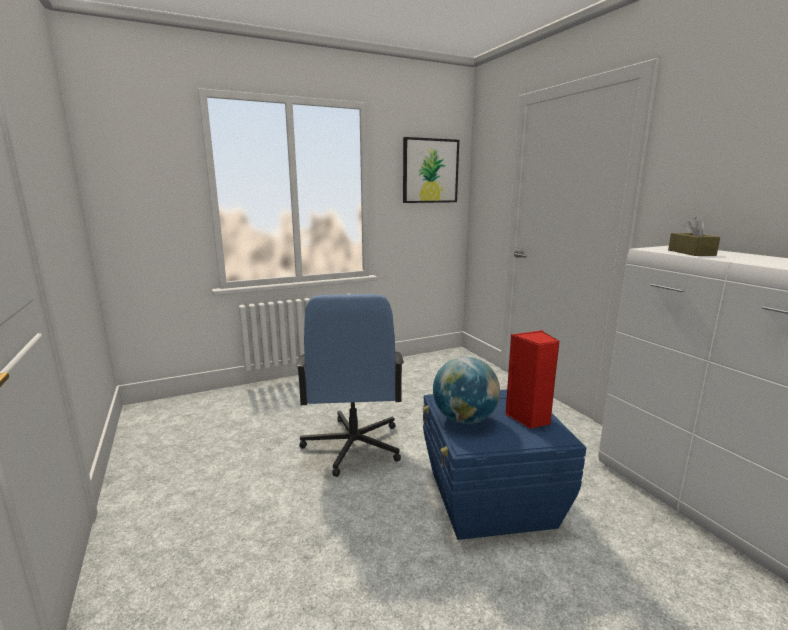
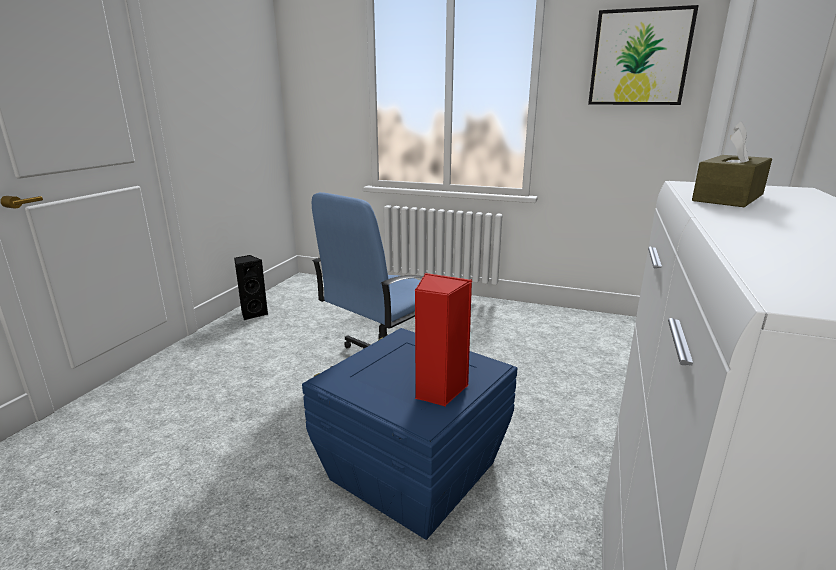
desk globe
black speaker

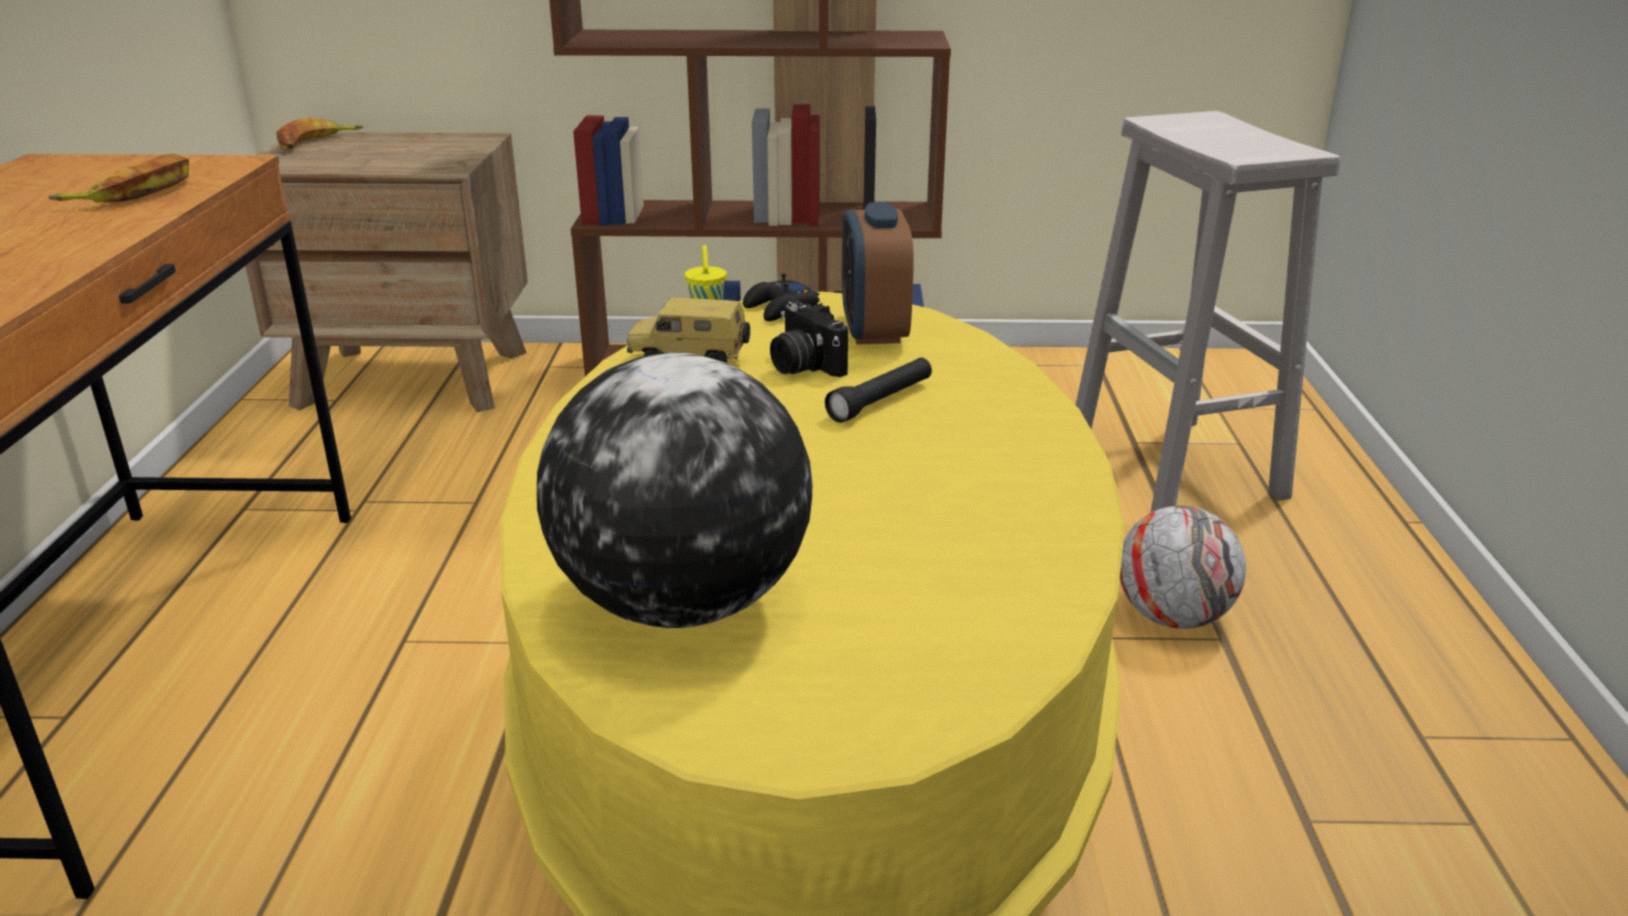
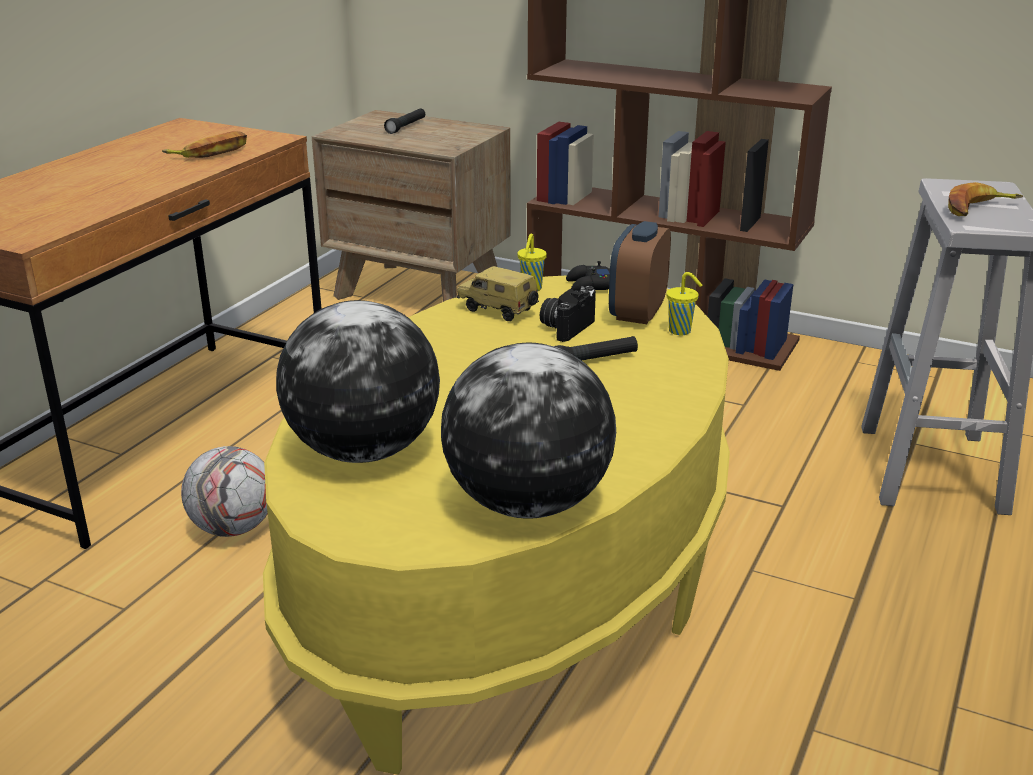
black hand torch (no. 1 from left)
desk globe (no. 2 from left)
yellow-coloured drinking cup (no. 2 from left)
banana fruit (no. 2 from left)
football
photo camera

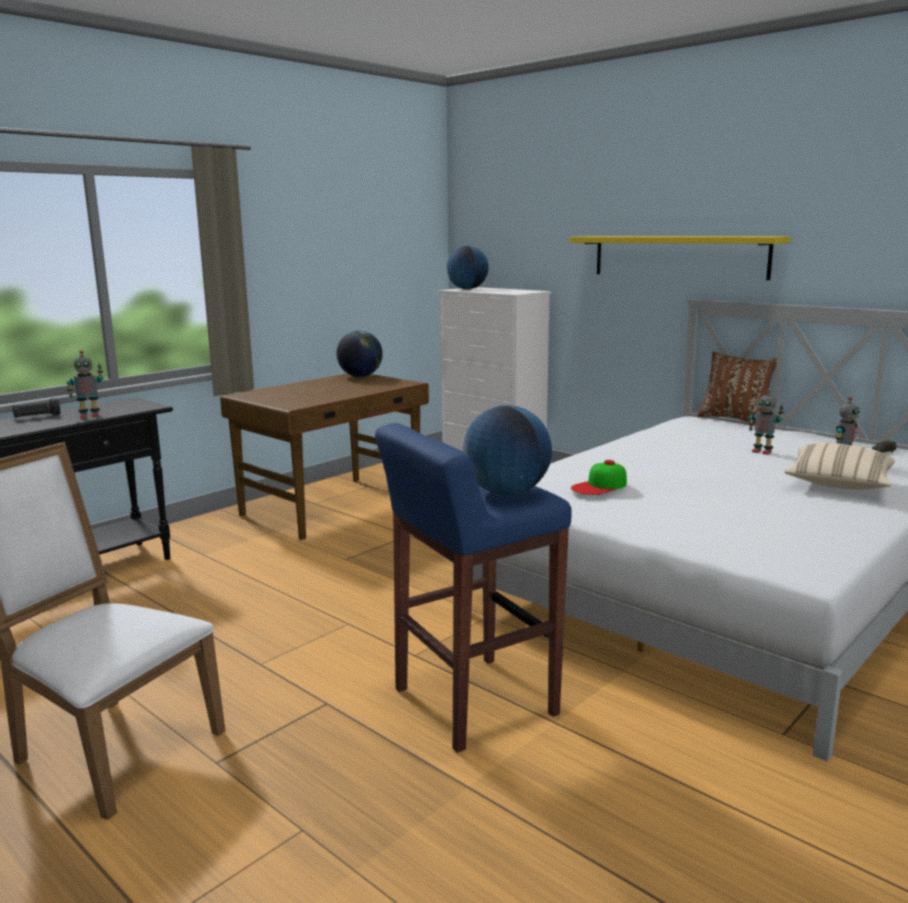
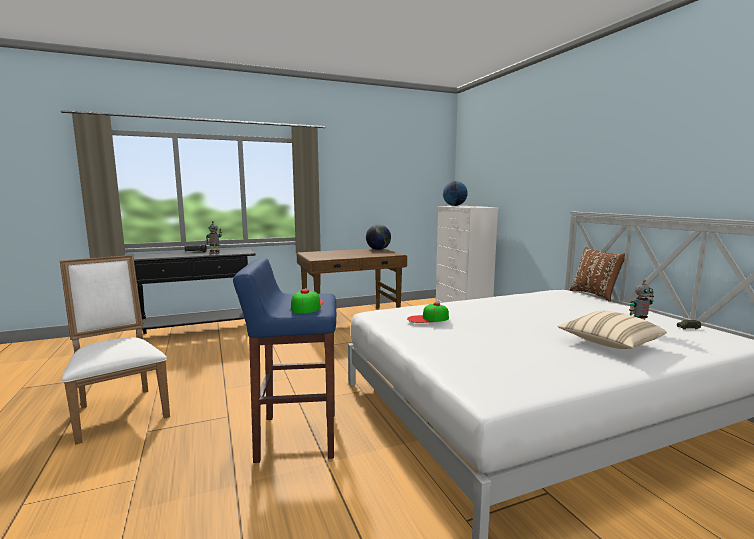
yellow-coloured wall shelf
robot figure (no. 2 from left in the first image)
cap (no. 1 from left)

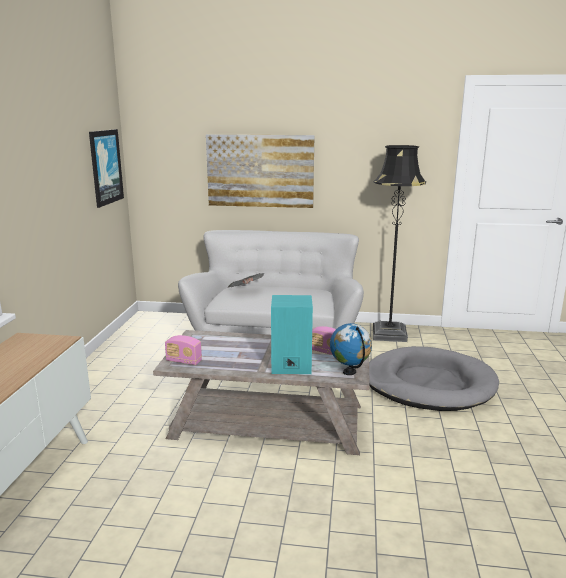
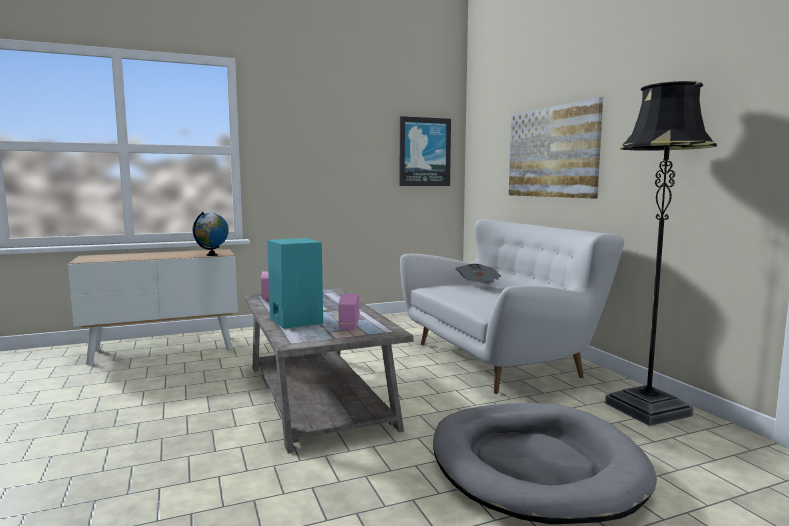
desk globe

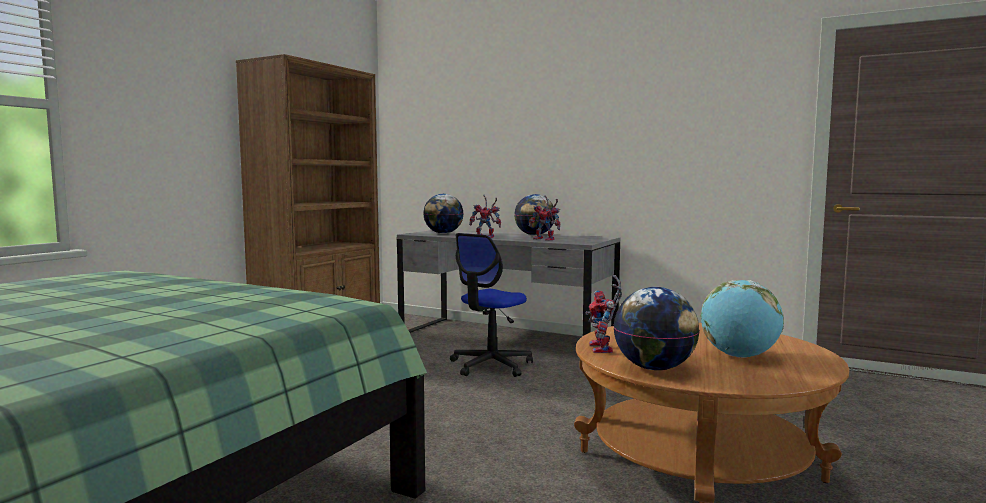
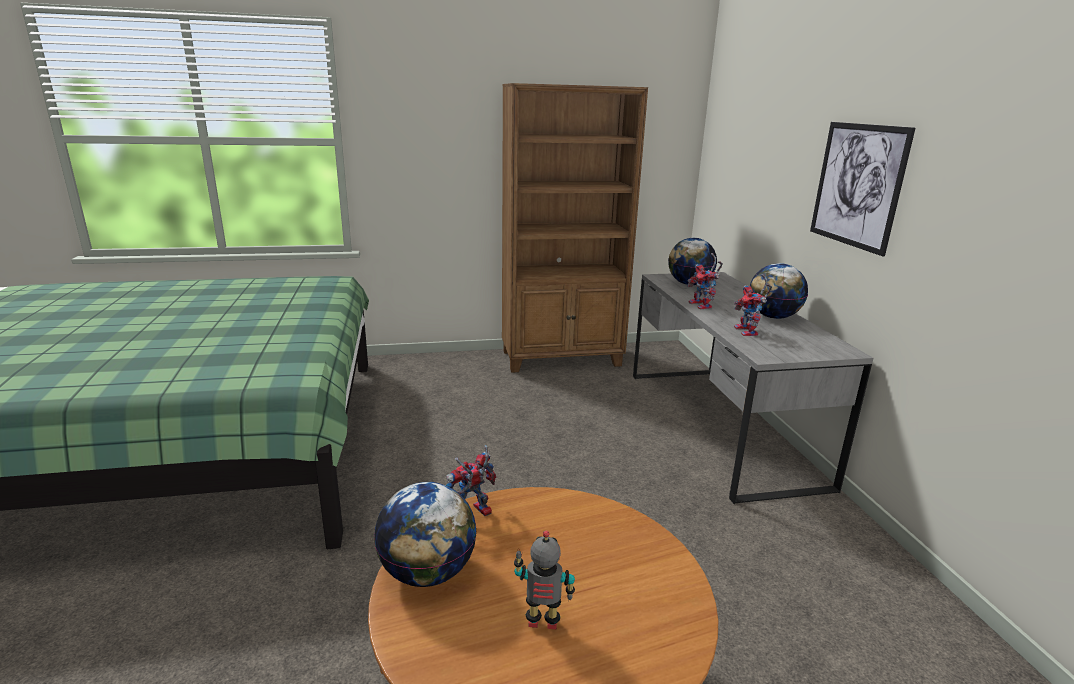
computer chair
wall picture
robot figure (no. 2 from left)

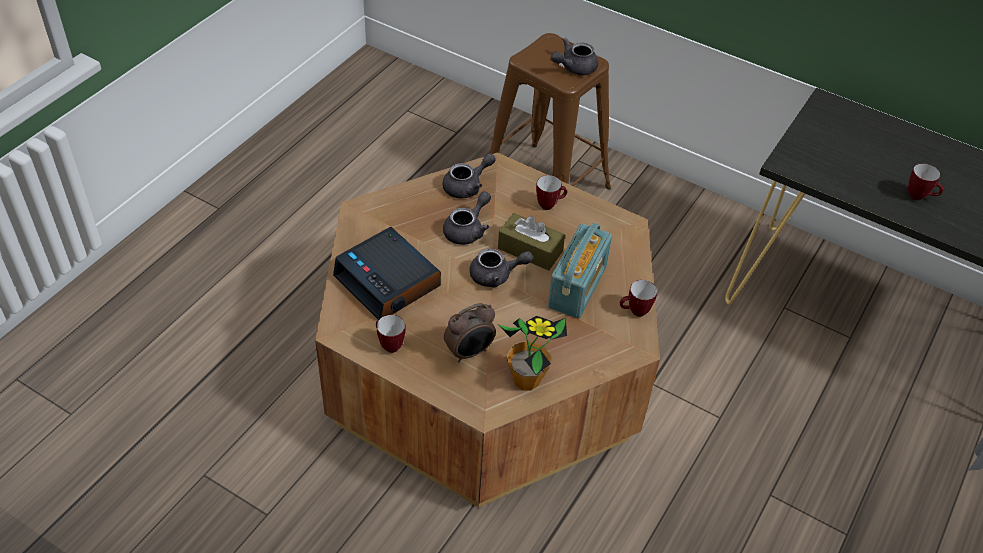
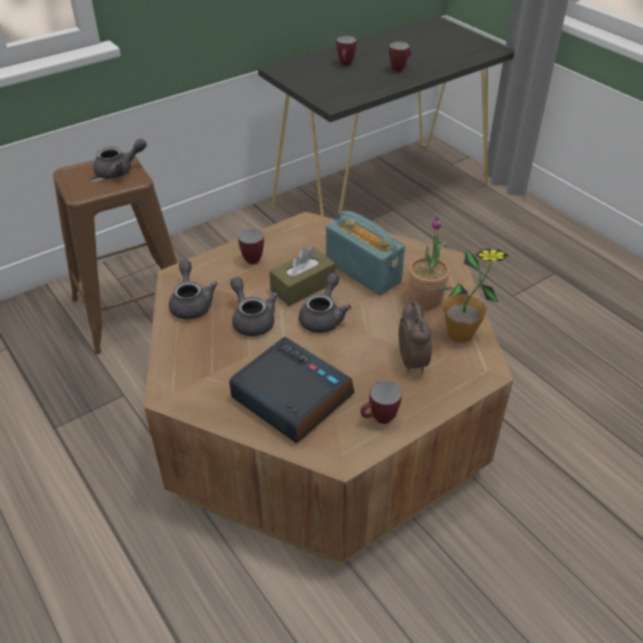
plant in a pot (no. 1 from left)
mug (no. 2 from left)
table clock (no. 1 from left)
grey teapot (no. 1 from left)

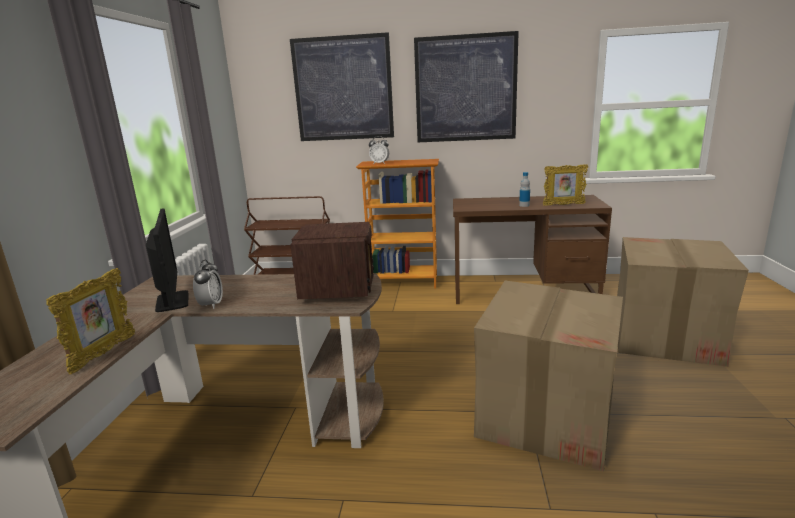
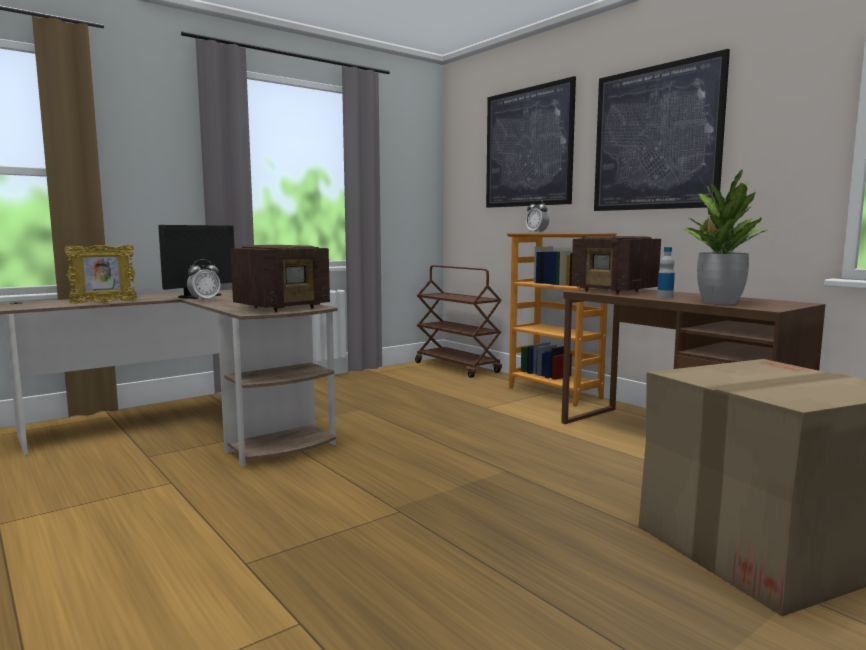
carton (no. 1 from left in the first image)
radio (no. 2 from left)
plant in a pot

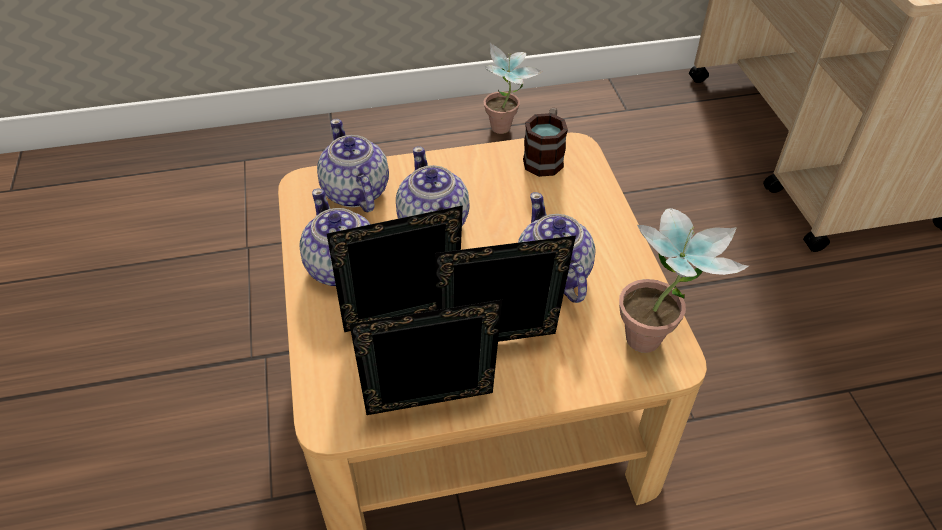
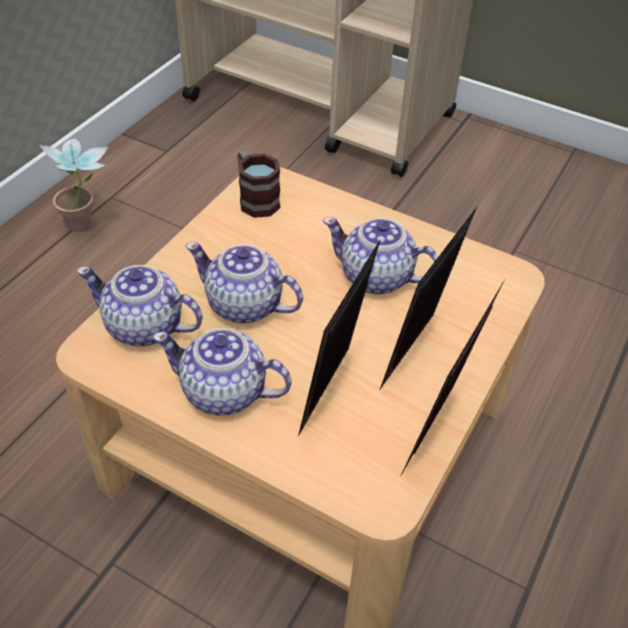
plant in a pot (no. 2 from left in the first image)

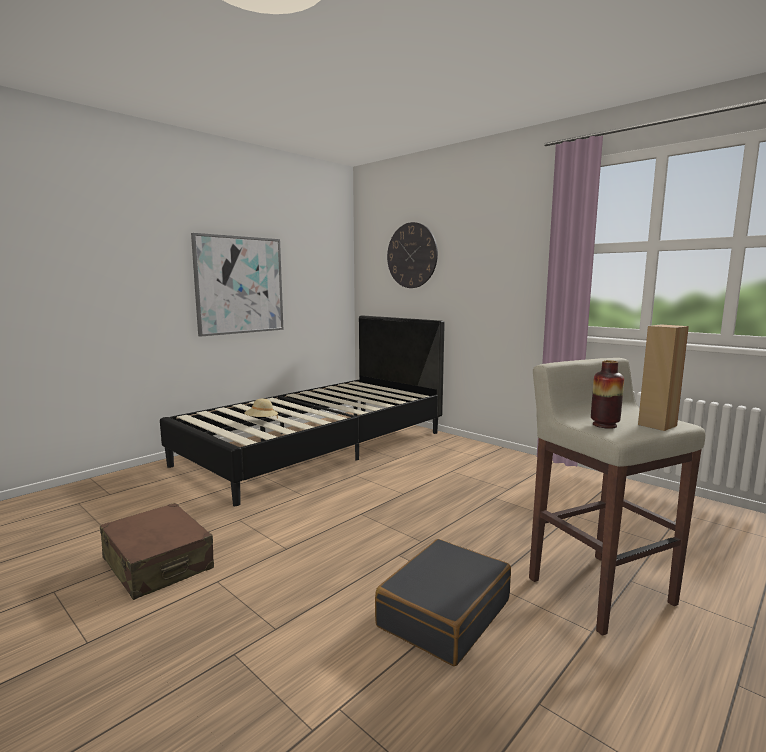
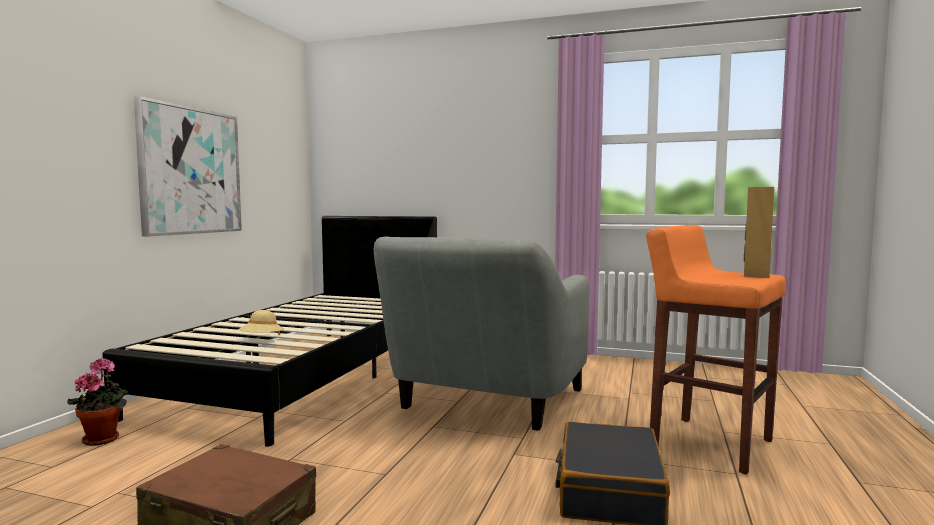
wall clock
decorative vase
plant in a pot
grey armchair
orange-coloured sitting stool

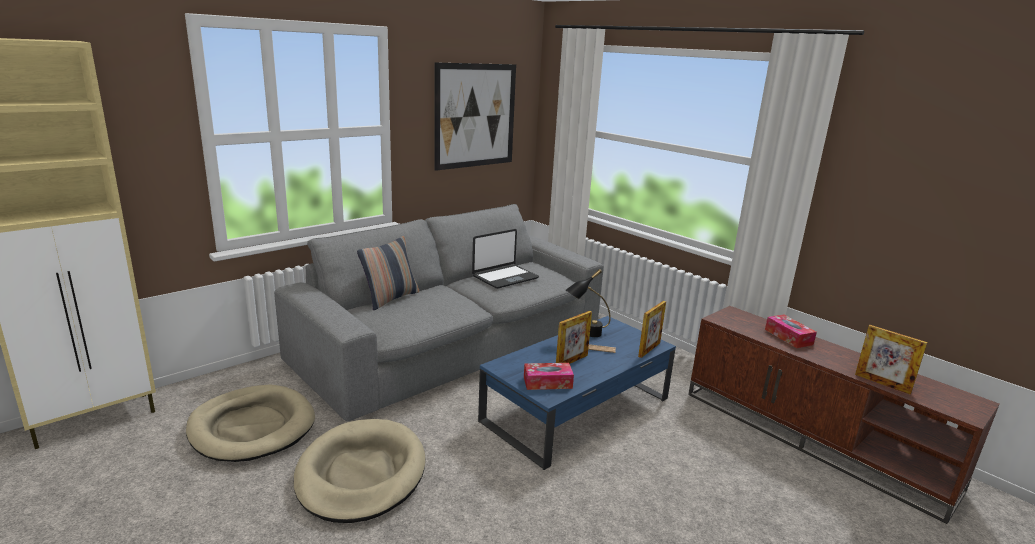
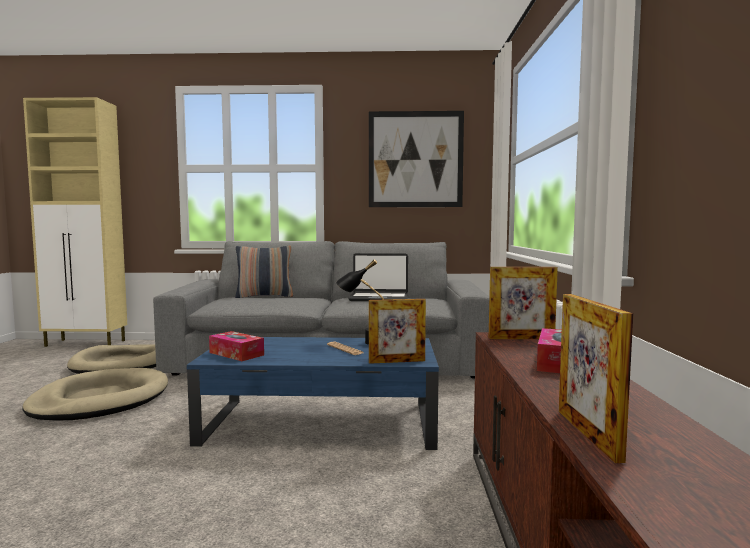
photo frame (no. 2 from left)

